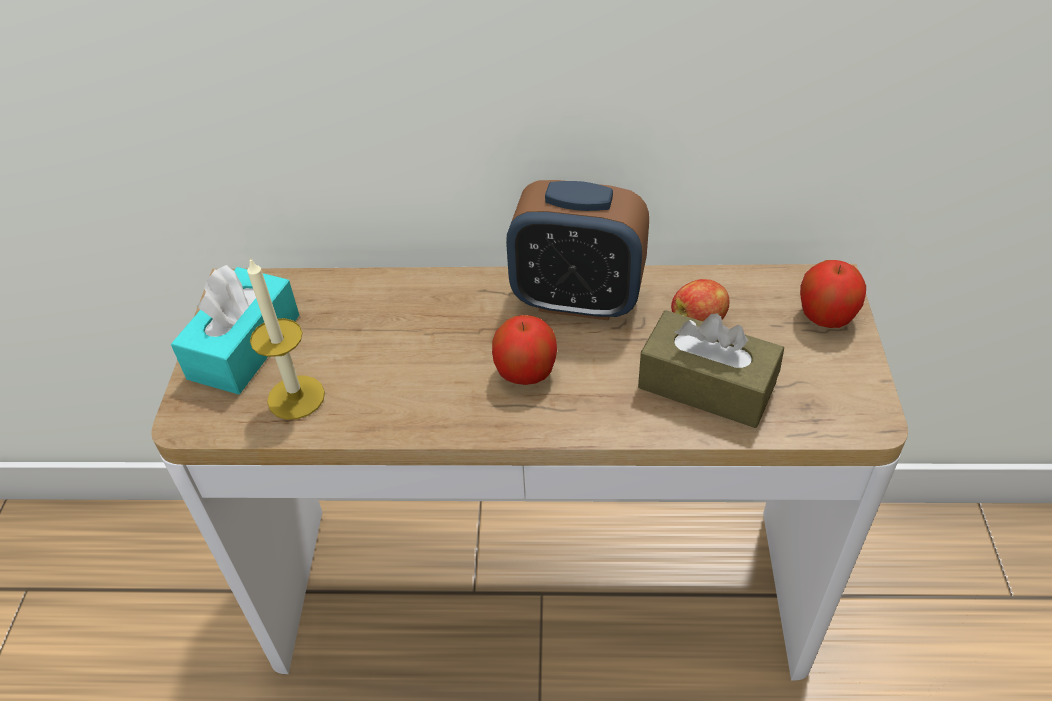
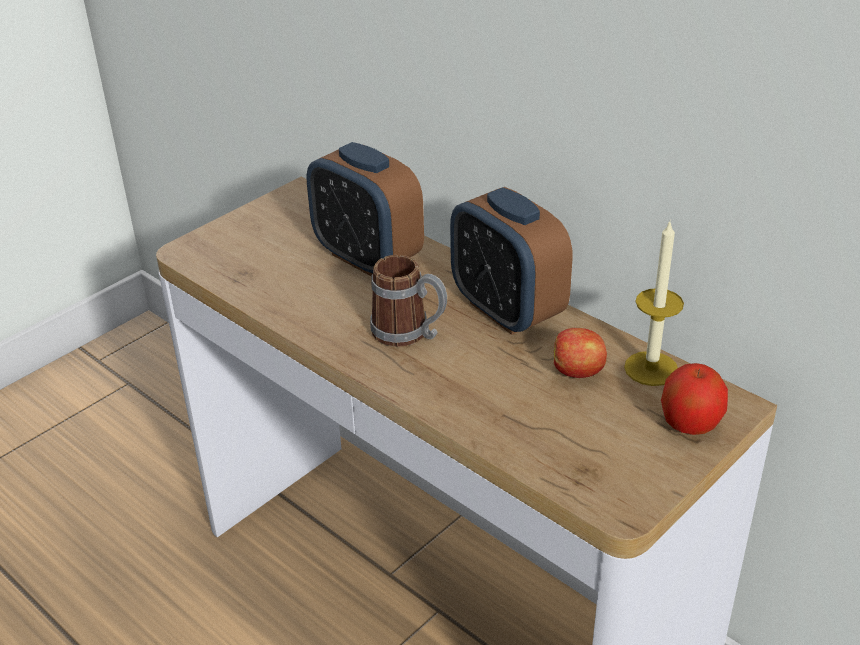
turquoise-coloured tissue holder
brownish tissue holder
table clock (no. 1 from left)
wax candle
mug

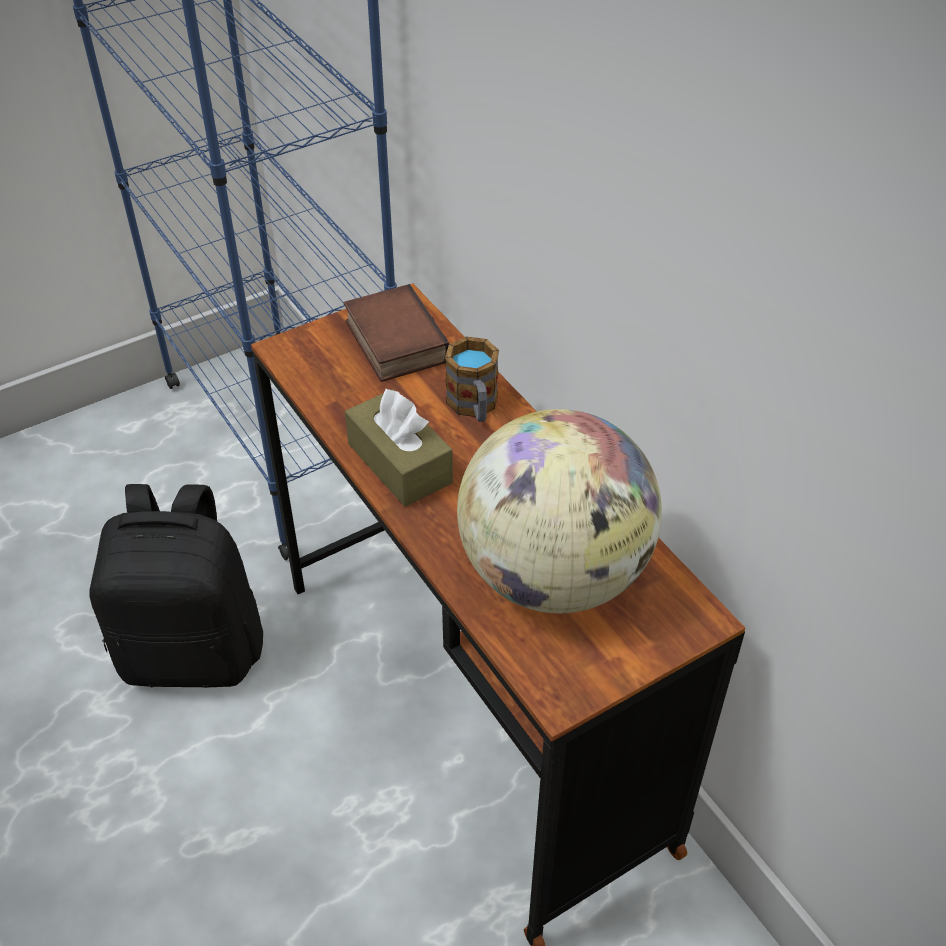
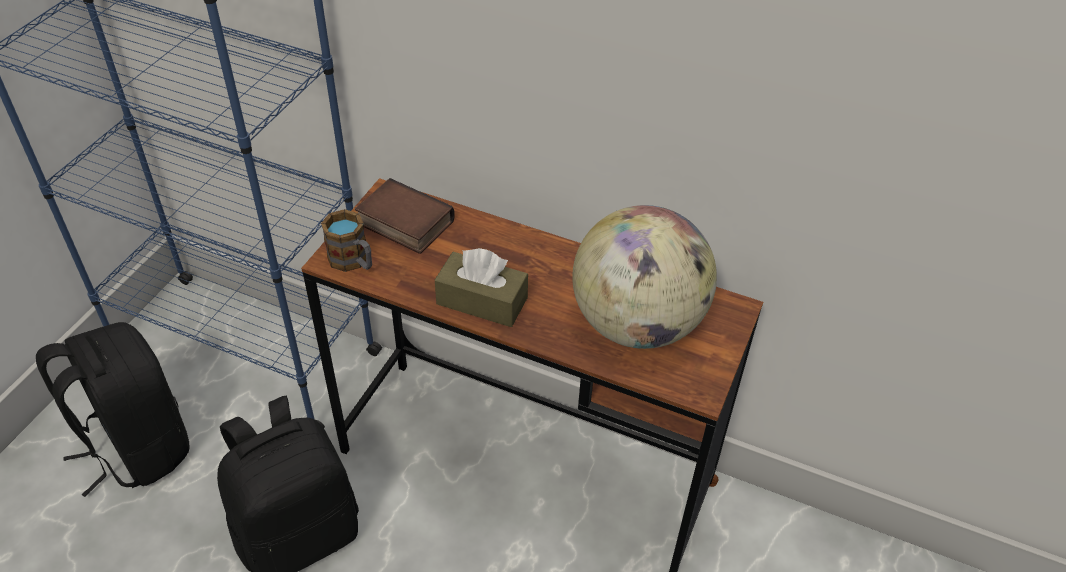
black knapsack (no. 1 from left)
mug

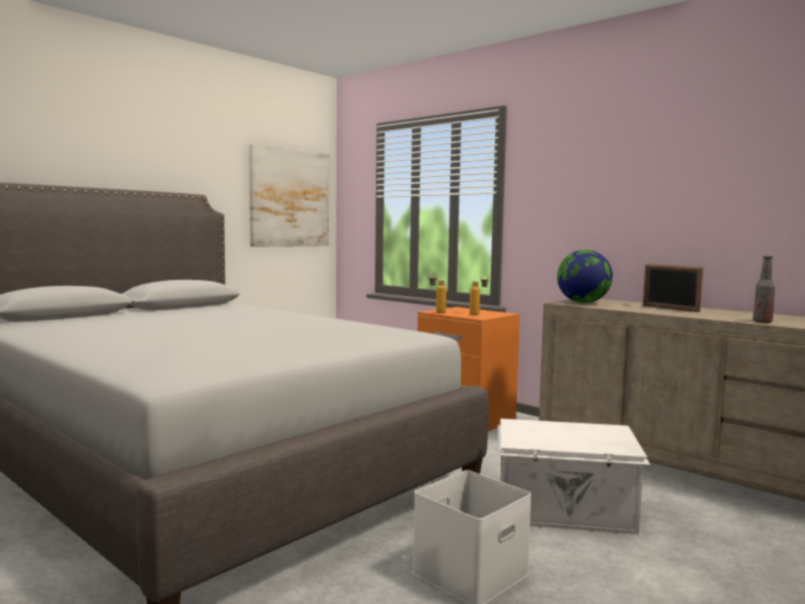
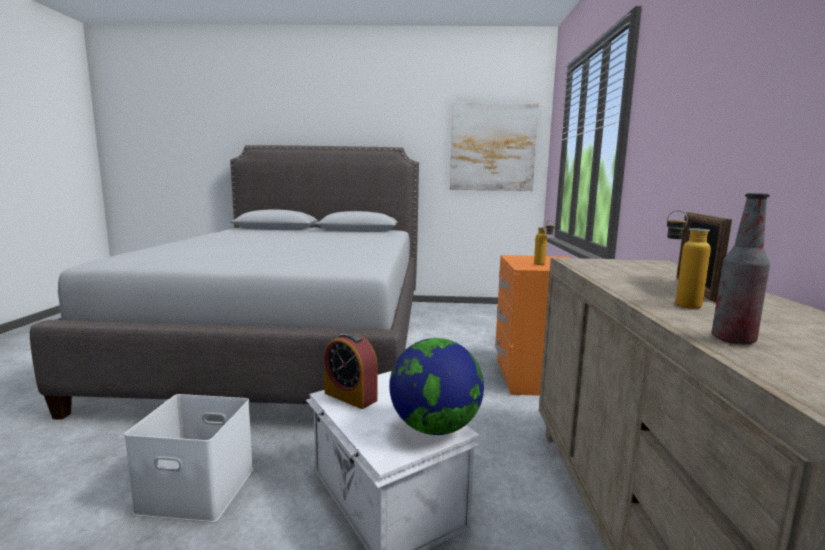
table clock
bottle (no. 2 from left)
desk globe

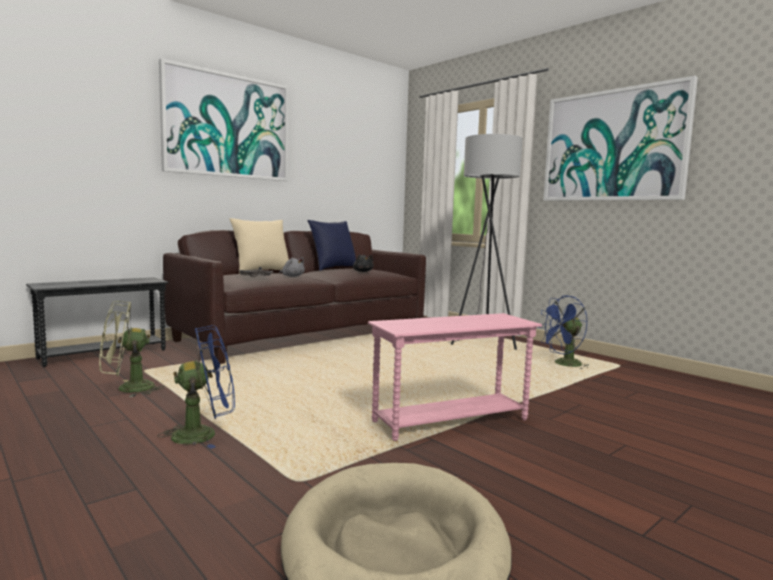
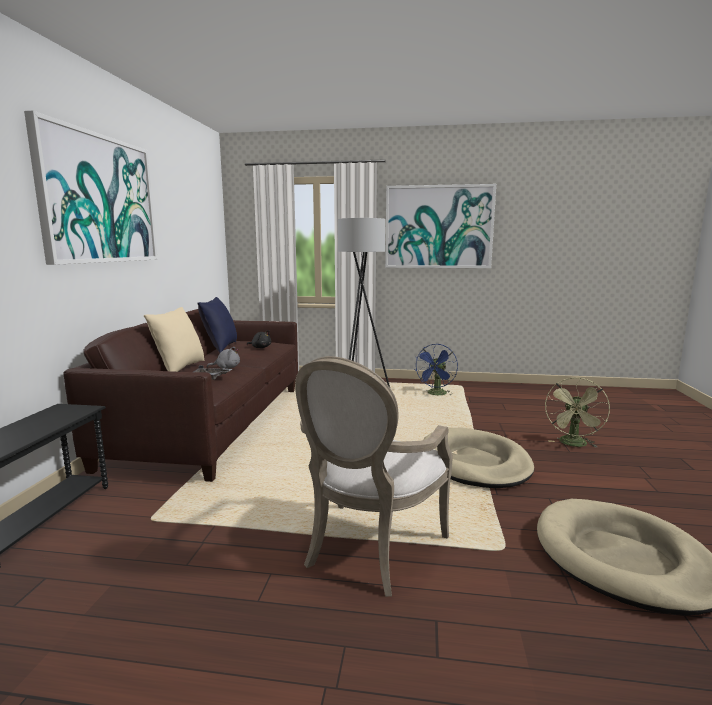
greenish cooling fan
armchair
sand-coloured dog cushion (no. 1 from left)

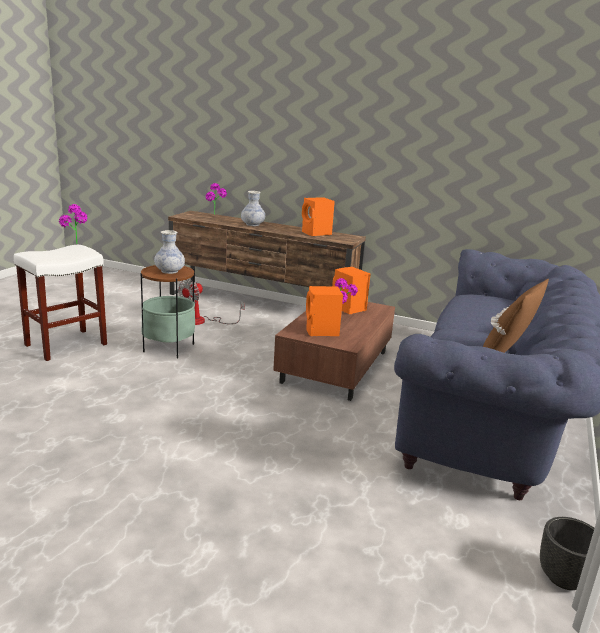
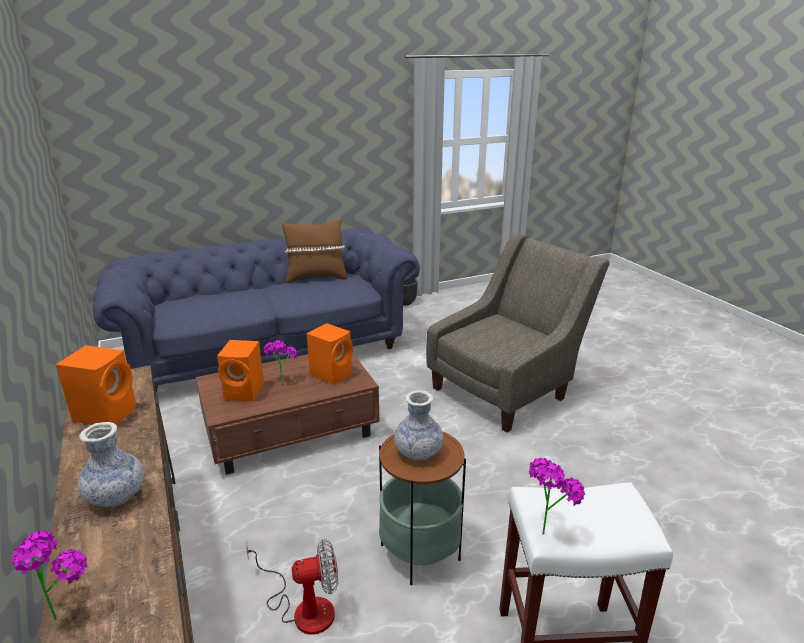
grey armchair

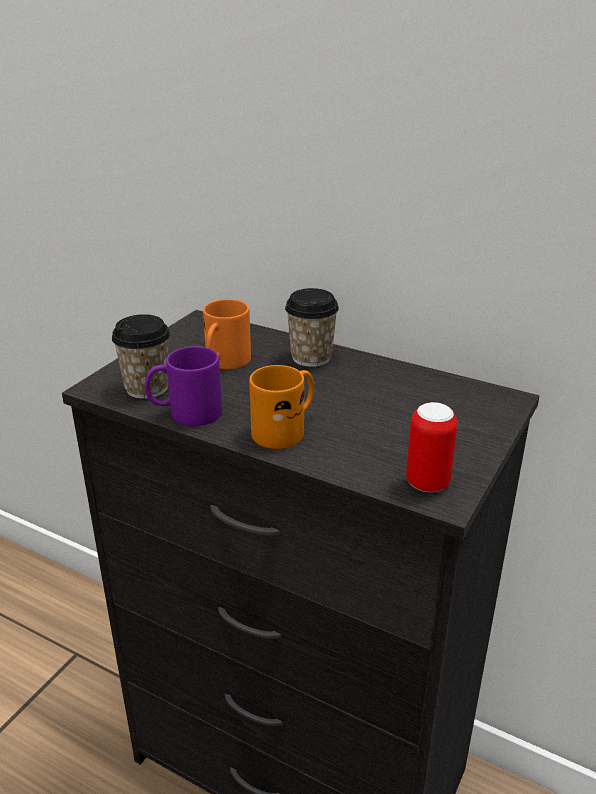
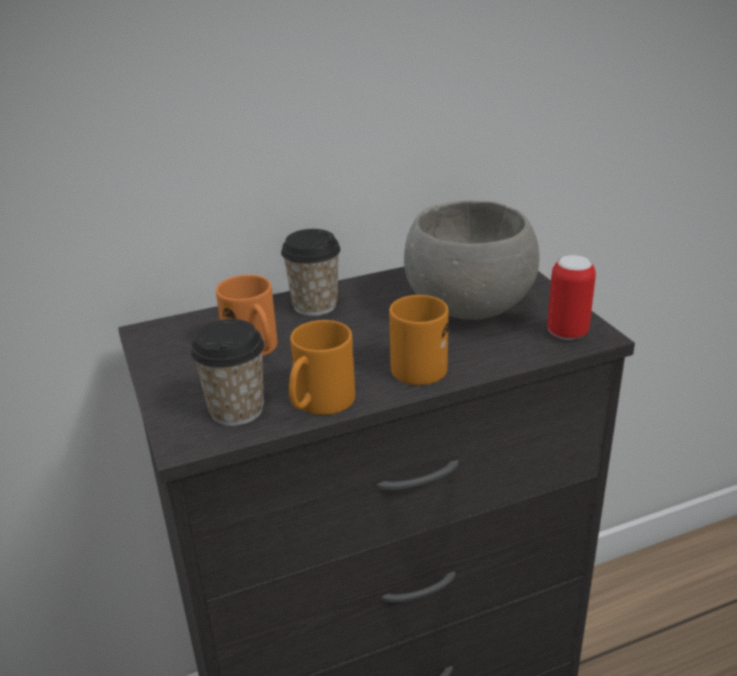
grey deep dish
orange-coloured mug (no. 2 from left)

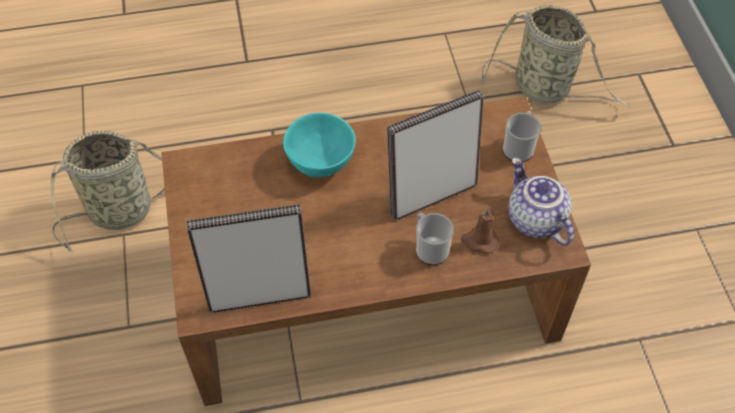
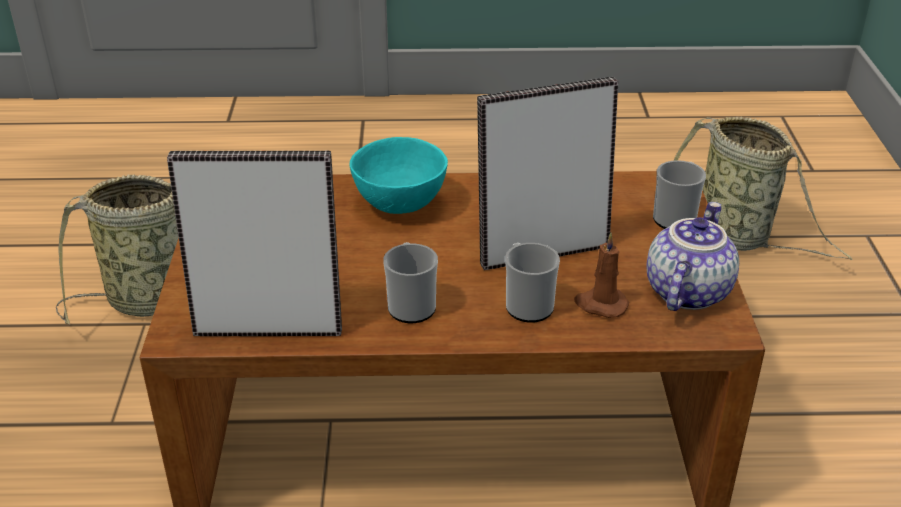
mug (no. 1 from left)
teapot

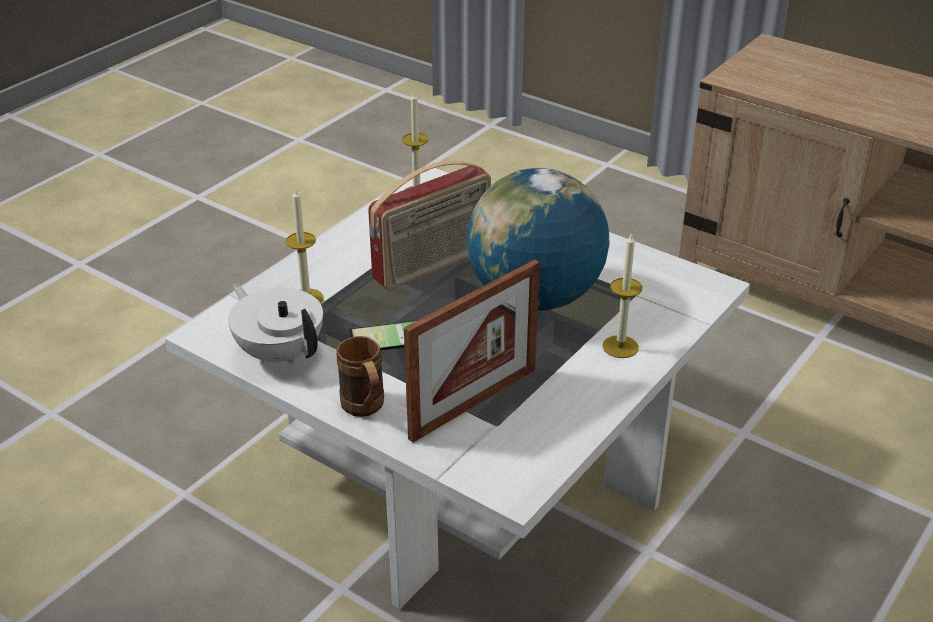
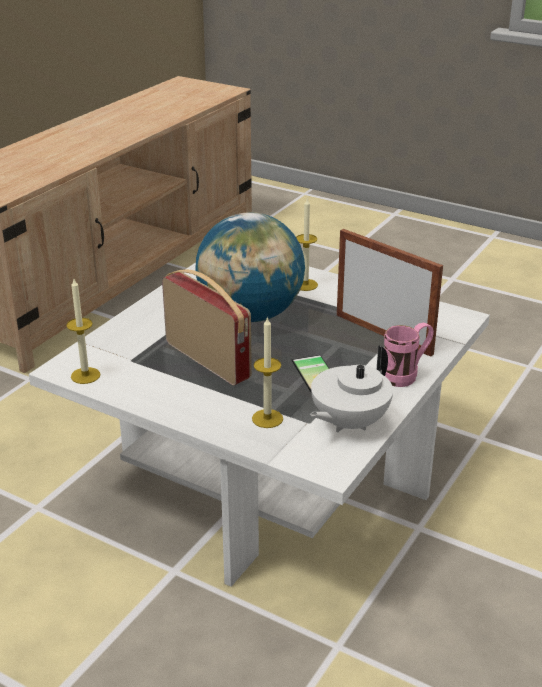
pink-coloured mug

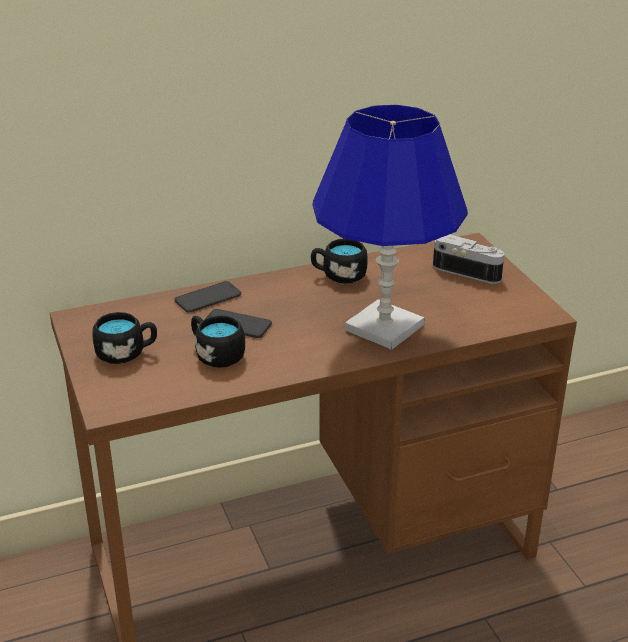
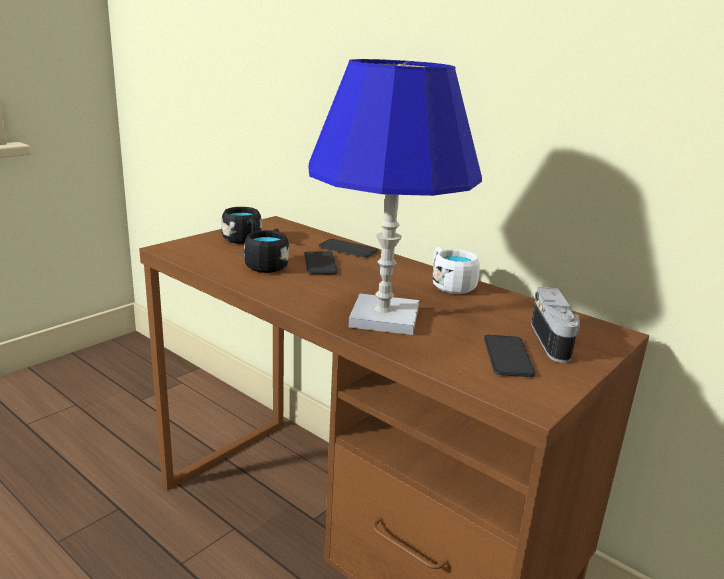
handset (no. 3 from left)
white-coloured mug

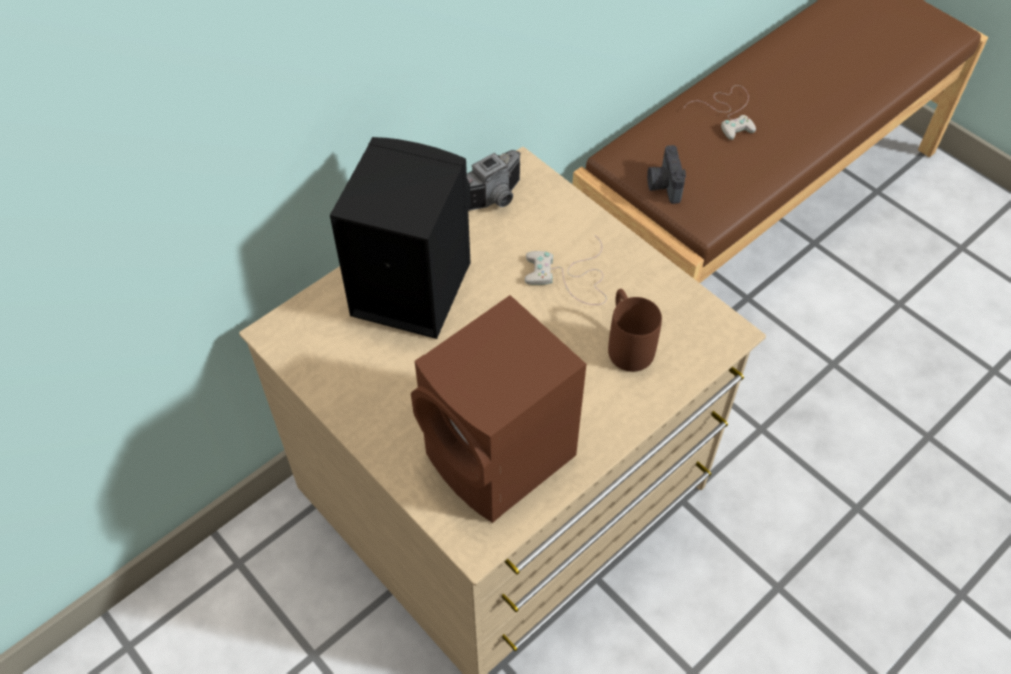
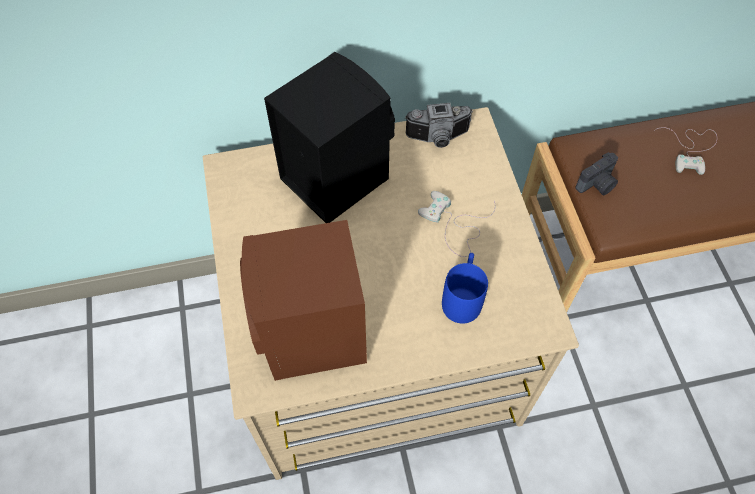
blue-coloured mug
photo camera (no. 2 from left)

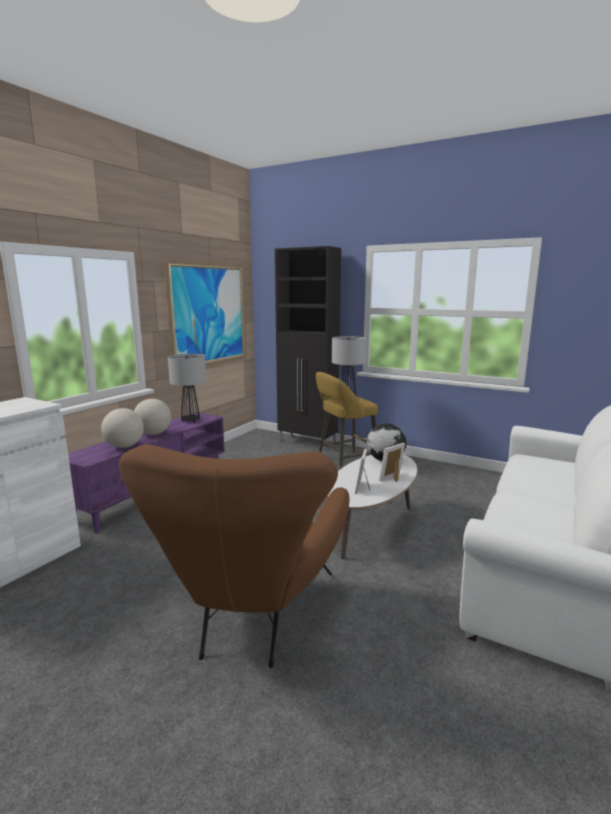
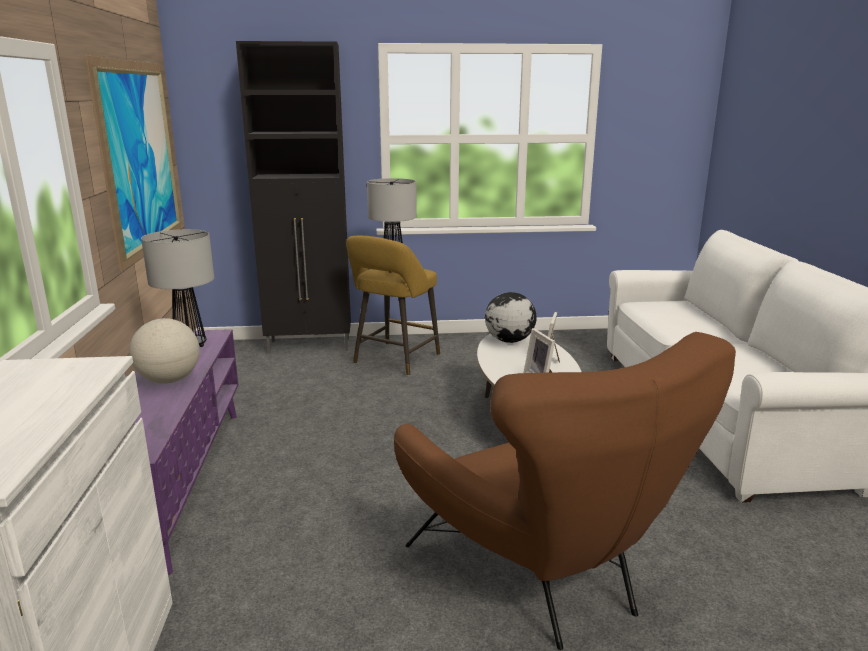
desk globe (no. 1 from left in the first image)

